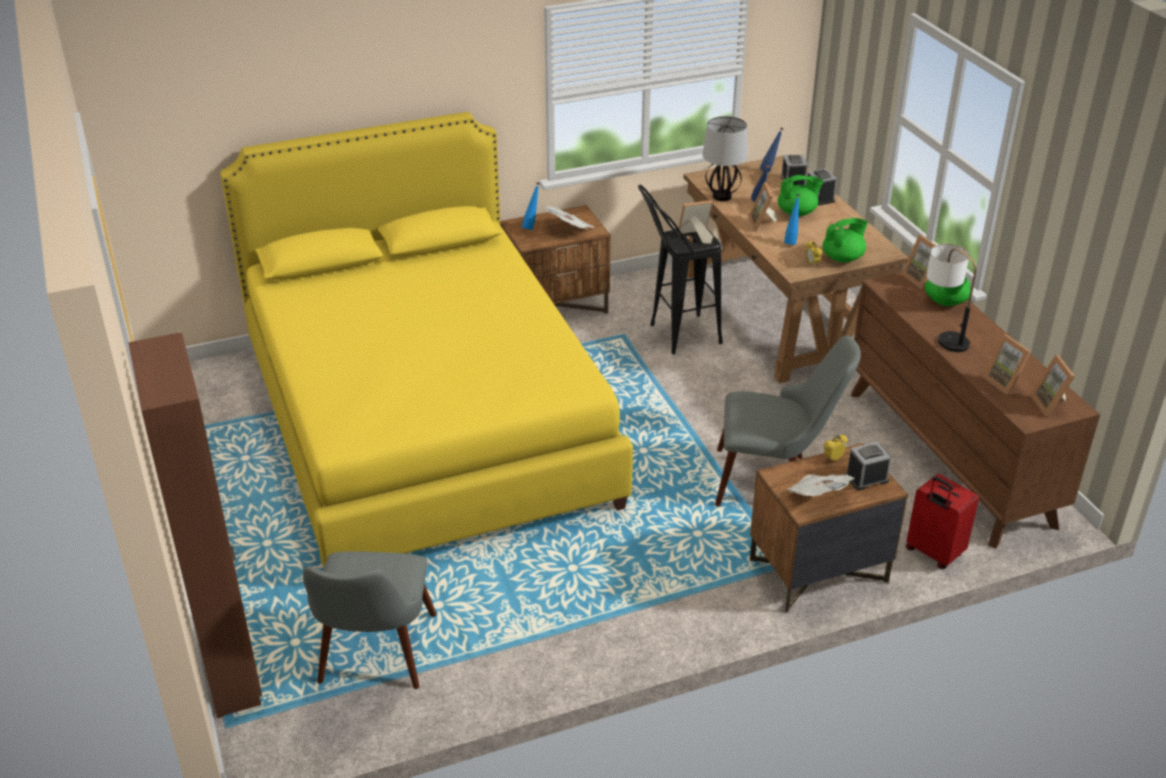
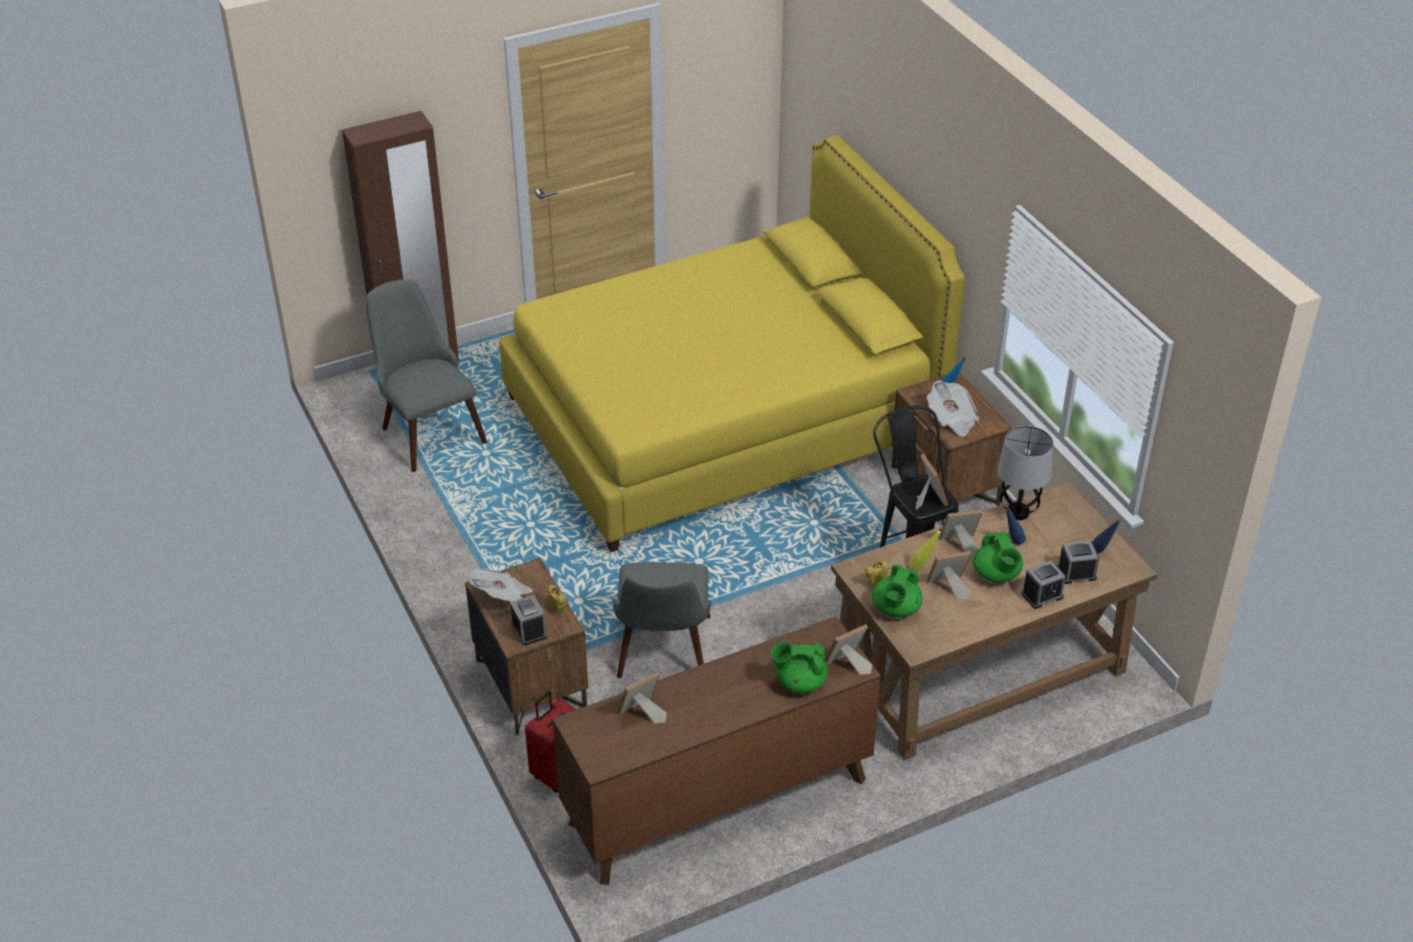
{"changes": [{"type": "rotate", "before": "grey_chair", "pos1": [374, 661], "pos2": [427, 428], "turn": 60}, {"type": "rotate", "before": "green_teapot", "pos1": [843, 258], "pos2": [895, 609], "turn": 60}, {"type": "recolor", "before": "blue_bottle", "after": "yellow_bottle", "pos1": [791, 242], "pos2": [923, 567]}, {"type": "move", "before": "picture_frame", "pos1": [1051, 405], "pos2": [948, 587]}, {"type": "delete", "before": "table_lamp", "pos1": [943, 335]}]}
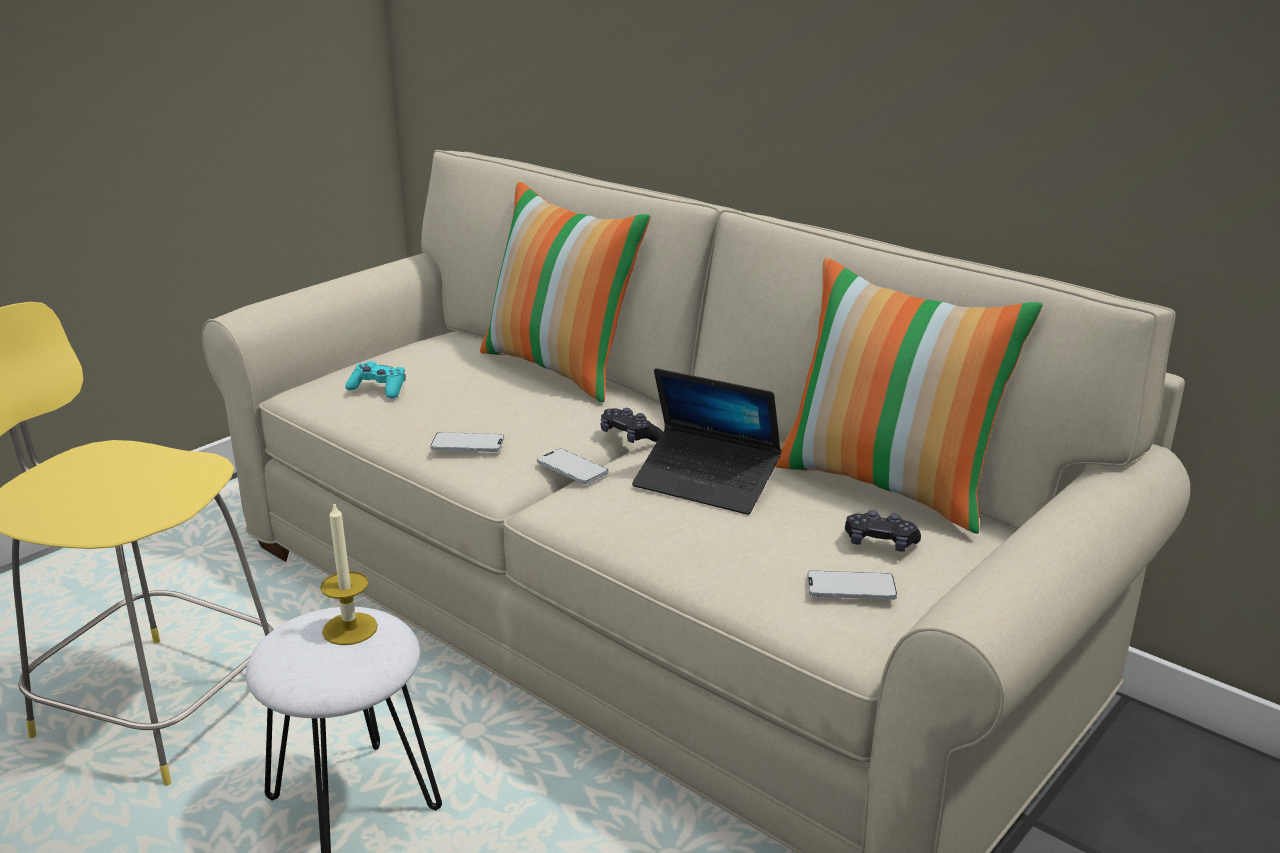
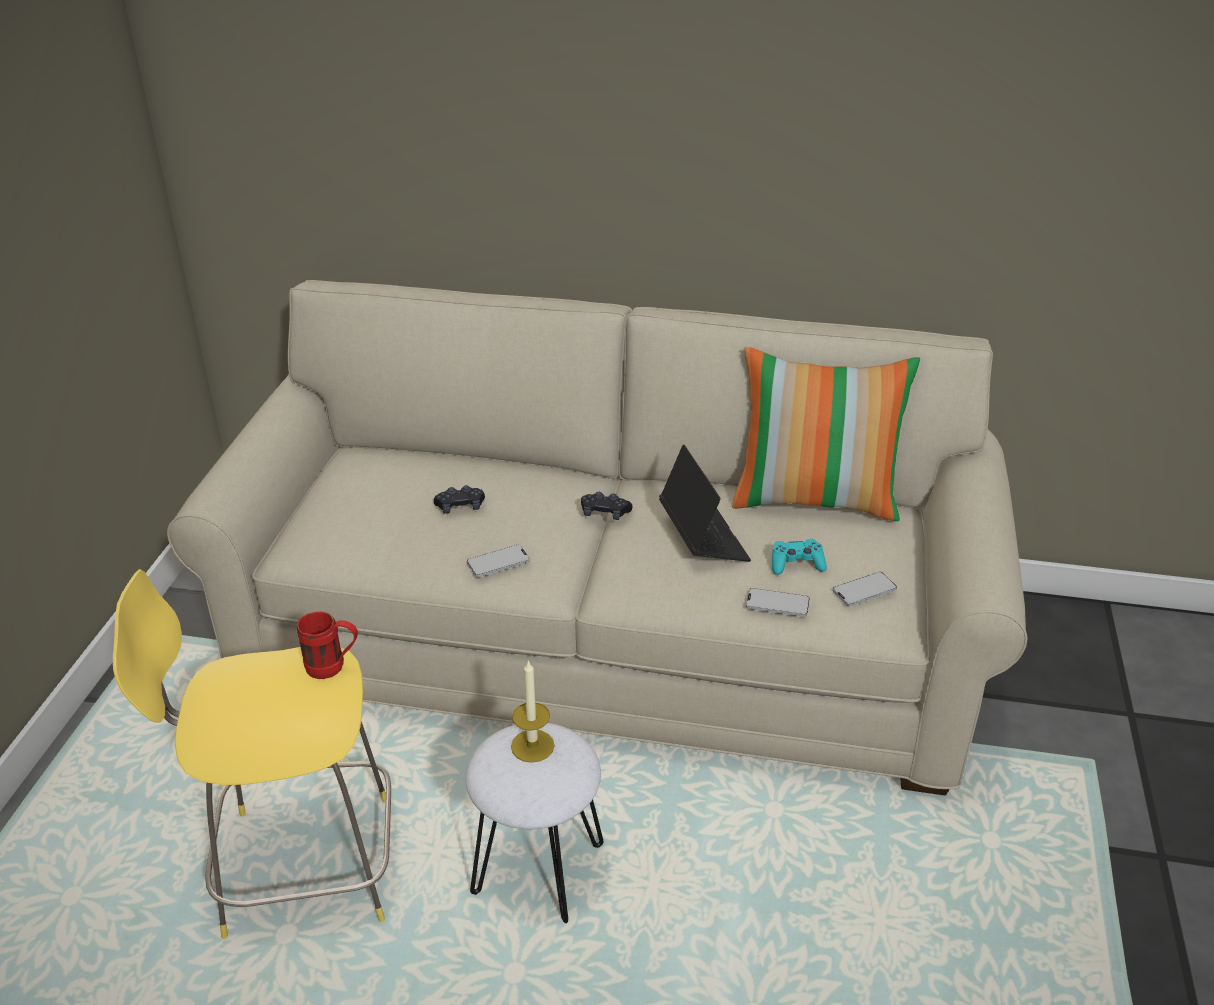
{"changes": [{"type": "insert", "after": "red_mug", "pos2": [333, 668]}, {"type": "move", "before": "black_game_controller", "pos1": [880, 543], "pos2": [460, 507]}, {"type": "rotate", "before": "laptop", "pos1": [706, 483], "pos2": [703, 538], "turn": -105}, {"type": "move", "before": "phone", "pos1": [572, 468], "pos2": [777, 603]}, {"type": "move", "before": "turquoise_game_controller", "pos1": [379, 389], "pos2": [796, 564]}, {"type": "delete", "before": "pillow", "pos1": [561, 368]}]}
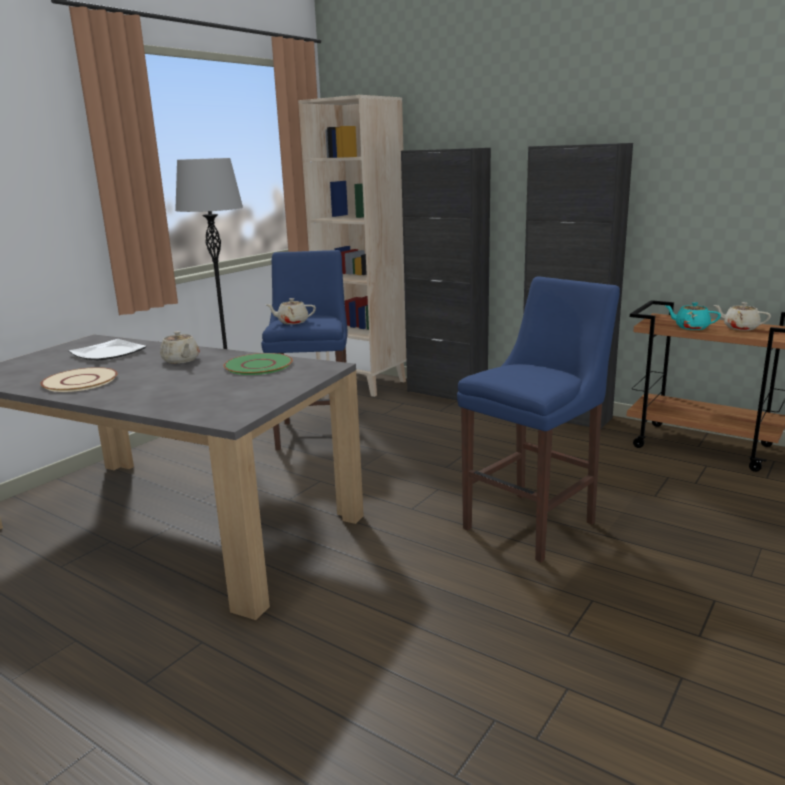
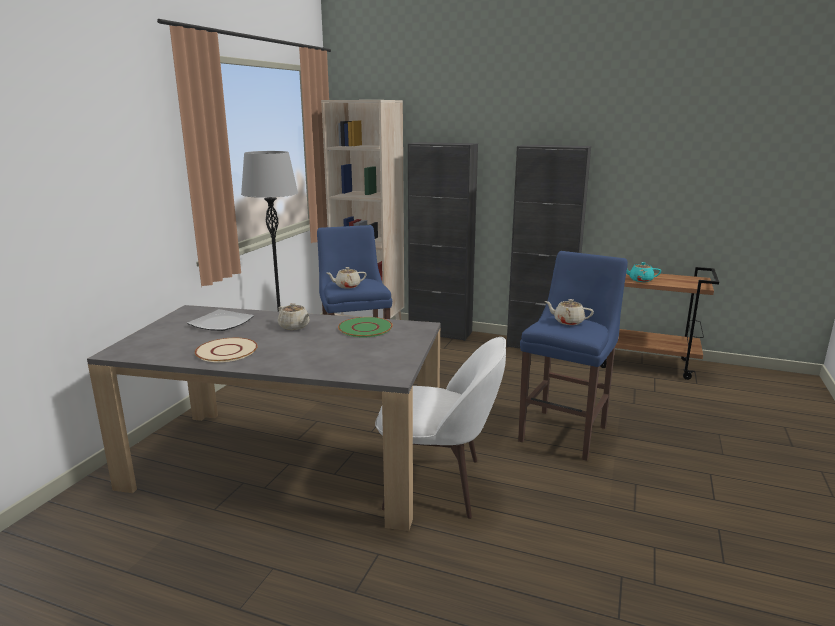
{"changes": [{"type": "insert", "after": "white_chair", "pos2": [438, 484]}, {"type": "move", "before": "beige_teapot", "pos1": [740, 328], "pos2": [568, 322]}]}
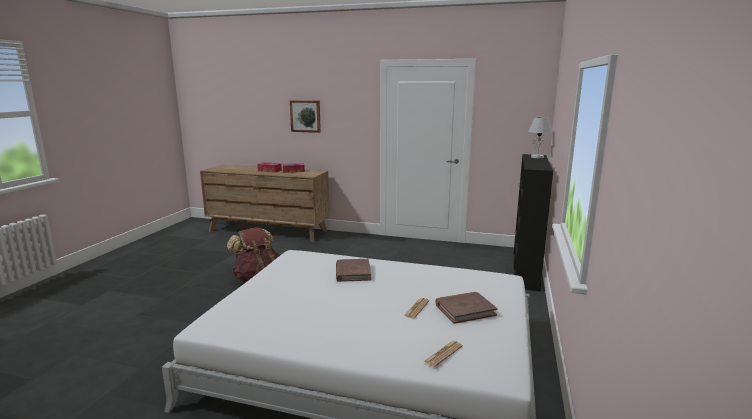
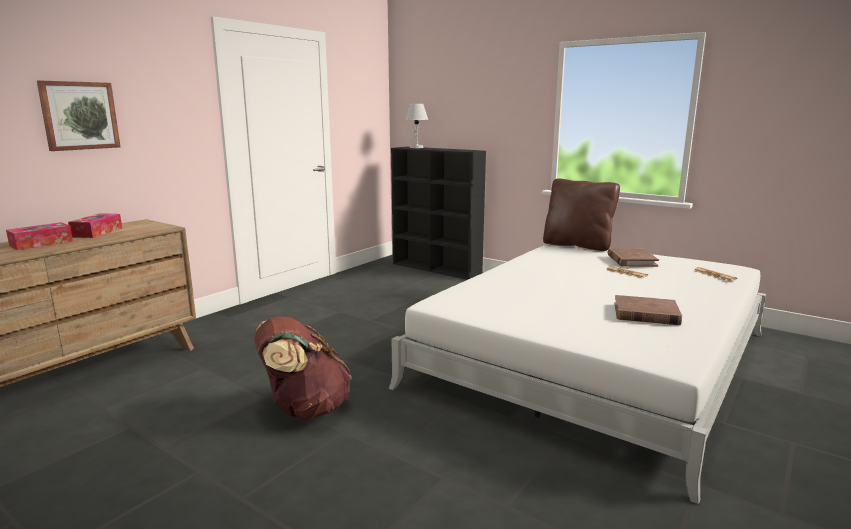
{"changes": [{"type": "insert", "after": "brown_pillow", "pos2": [577, 245]}, {"type": "move", "before": "brown_book", "pos1": [353, 272], "pos2": [646, 314]}]}
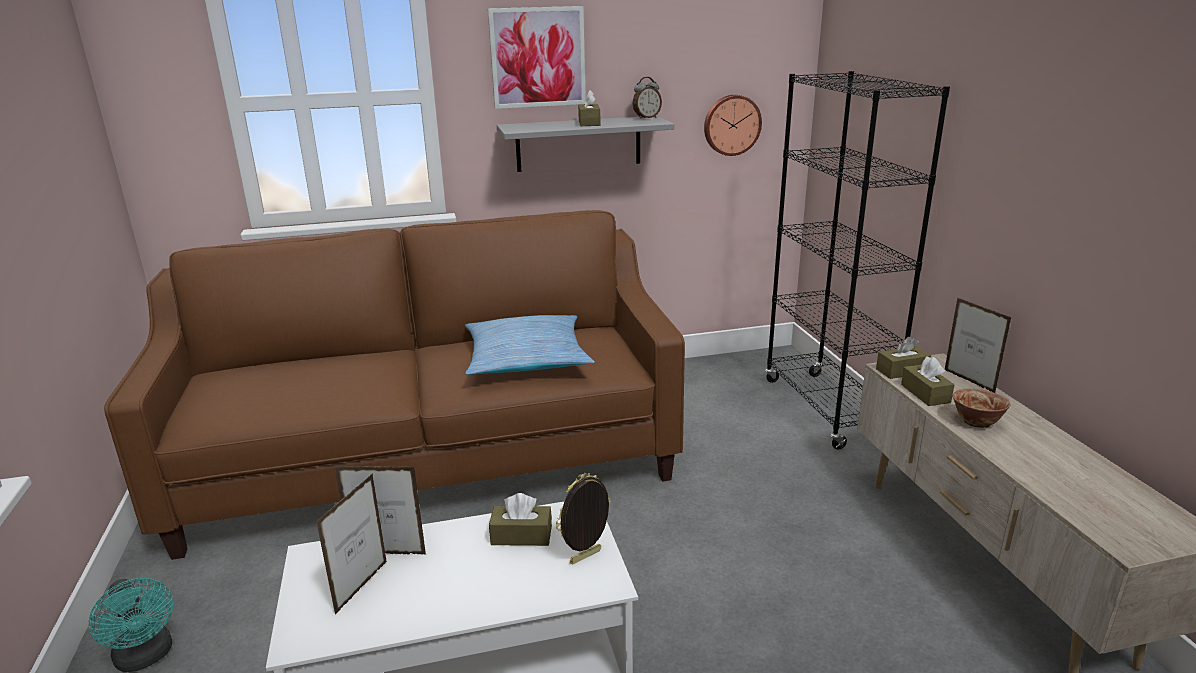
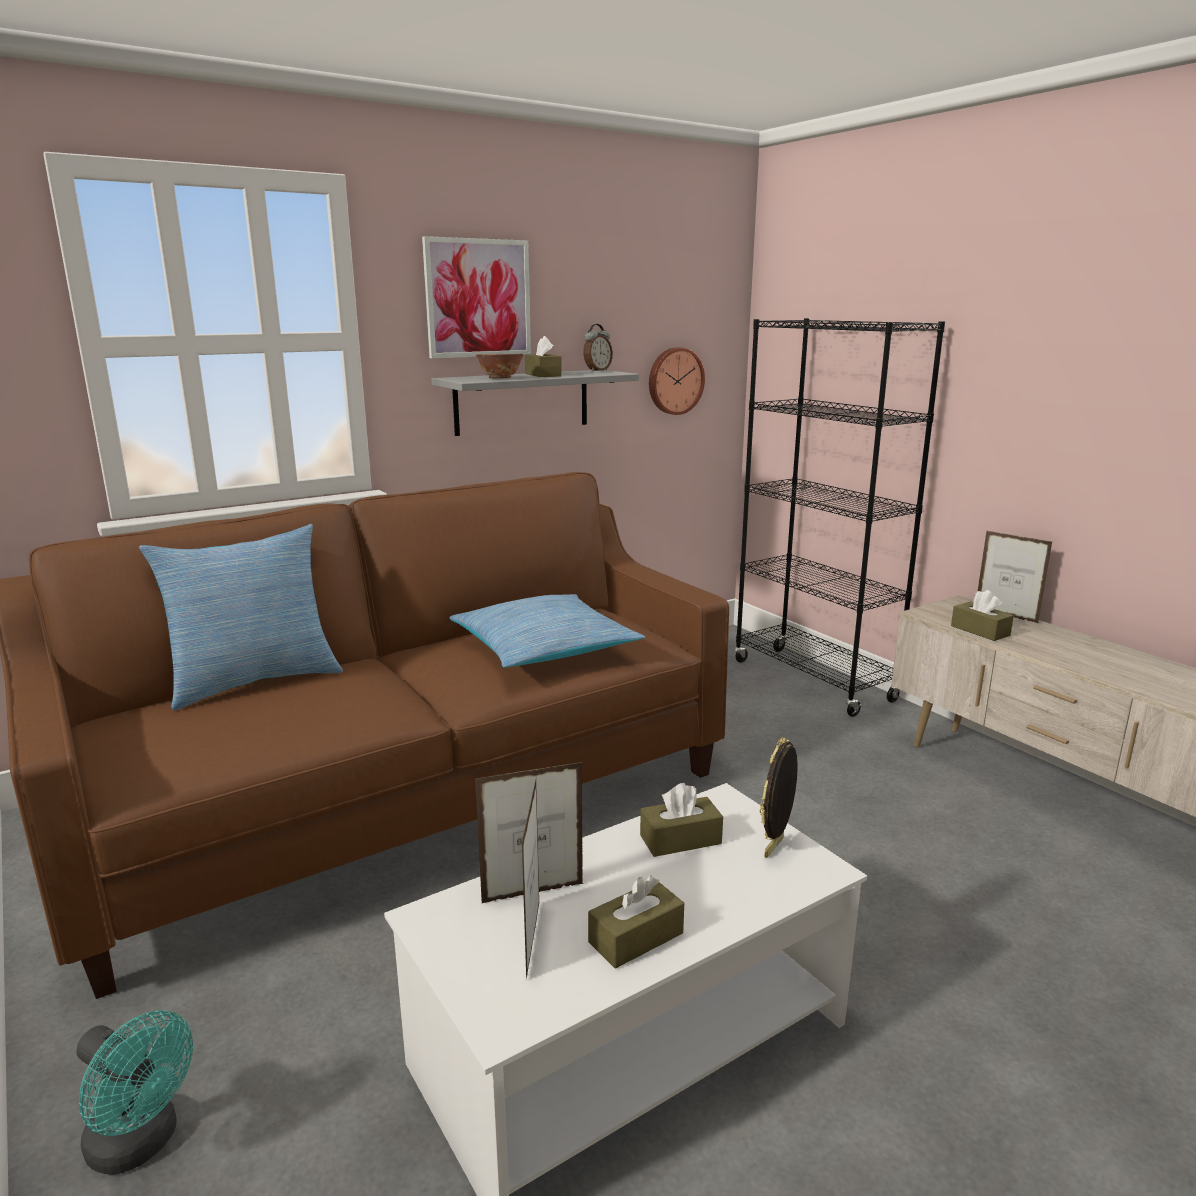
{"changes": [{"type": "insert", "after": "pillow", "pos2": [254, 681]}, {"type": "move", "before": "bowl", "pos1": [976, 422], "pos2": [500, 378]}, {"type": "move", "before": "brown_tissue_box", "pos1": [902, 371], "pos2": [636, 937]}]}
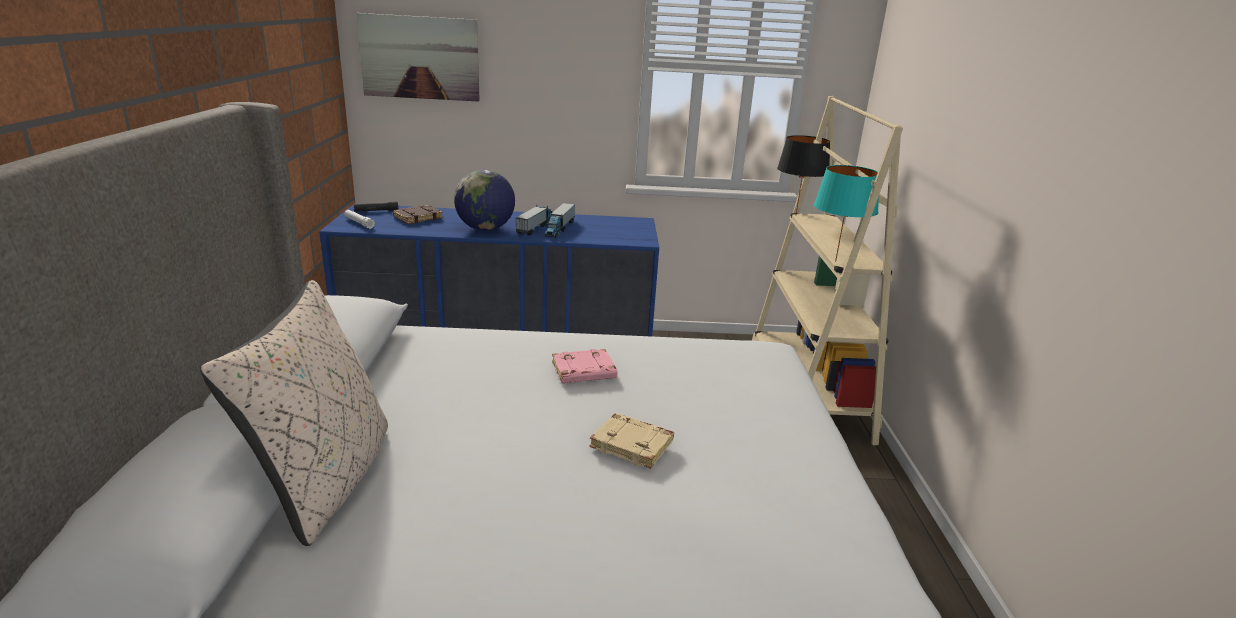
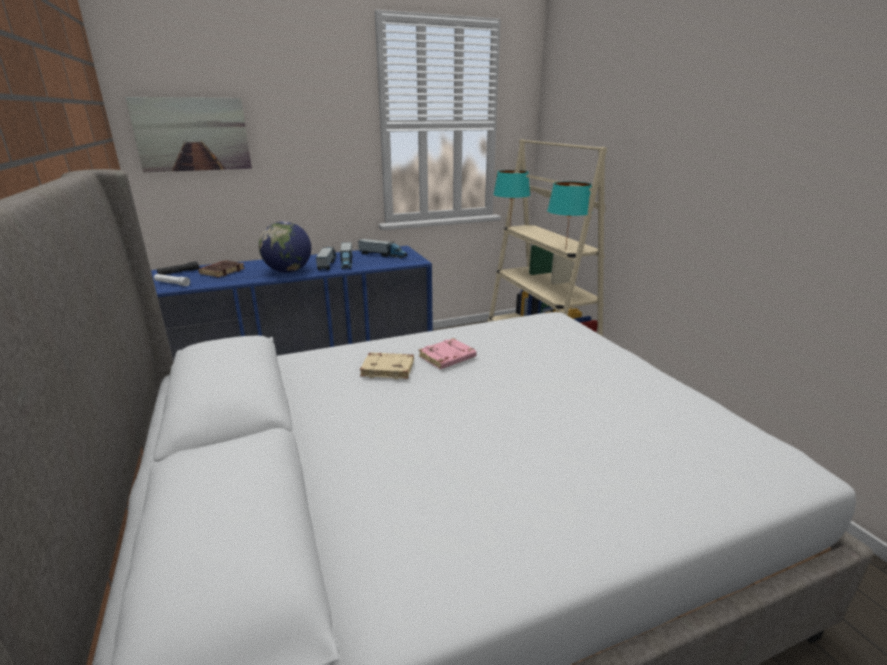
{"changes": [{"type": "insert", "after": "toy_truck", "pos2": [383, 255]}, {"type": "move", "before": "beige_book", "pos1": [633, 444], "pos2": [388, 369]}, {"type": "recolor", "before": "black_table_lamp", "after": "turquoise_table_lamp", "pos1": [796, 215], "pos2": [510, 228]}, {"type": "delete", "before": "beige_pillow", "pos1": [326, 480]}]}
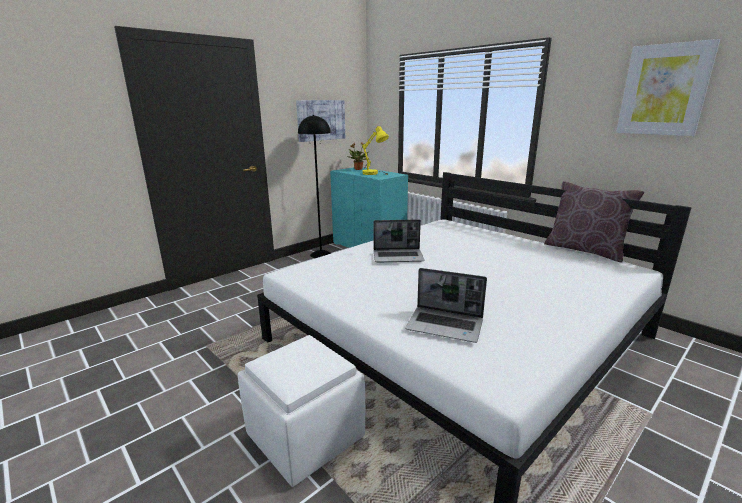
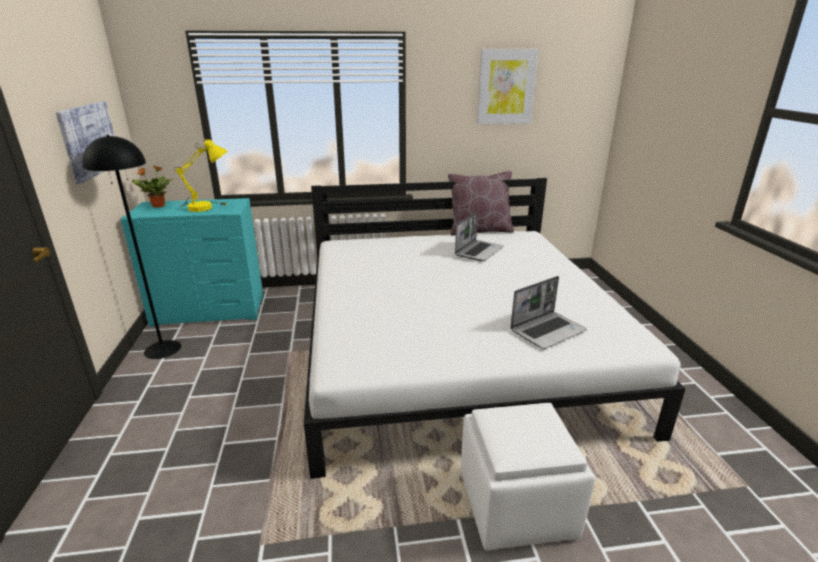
{"changes": [{"type": "move", "before": "laptop", "pos1": [398, 257], "pos2": [479, 251]}]}
